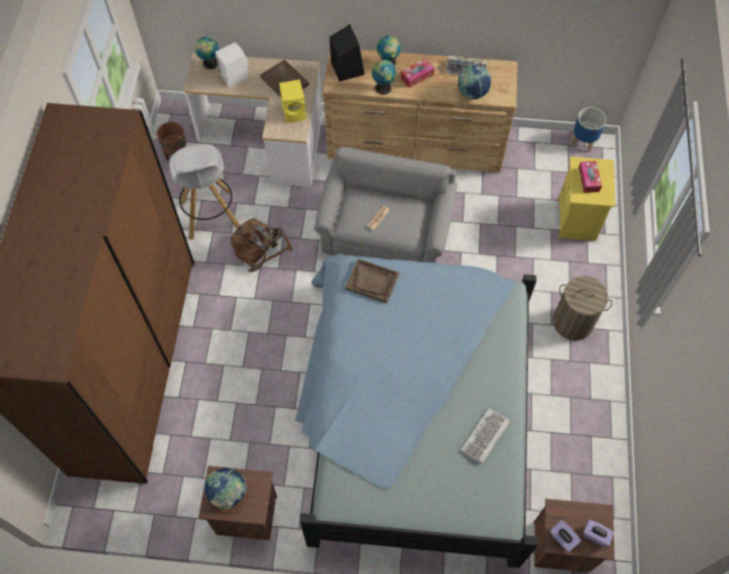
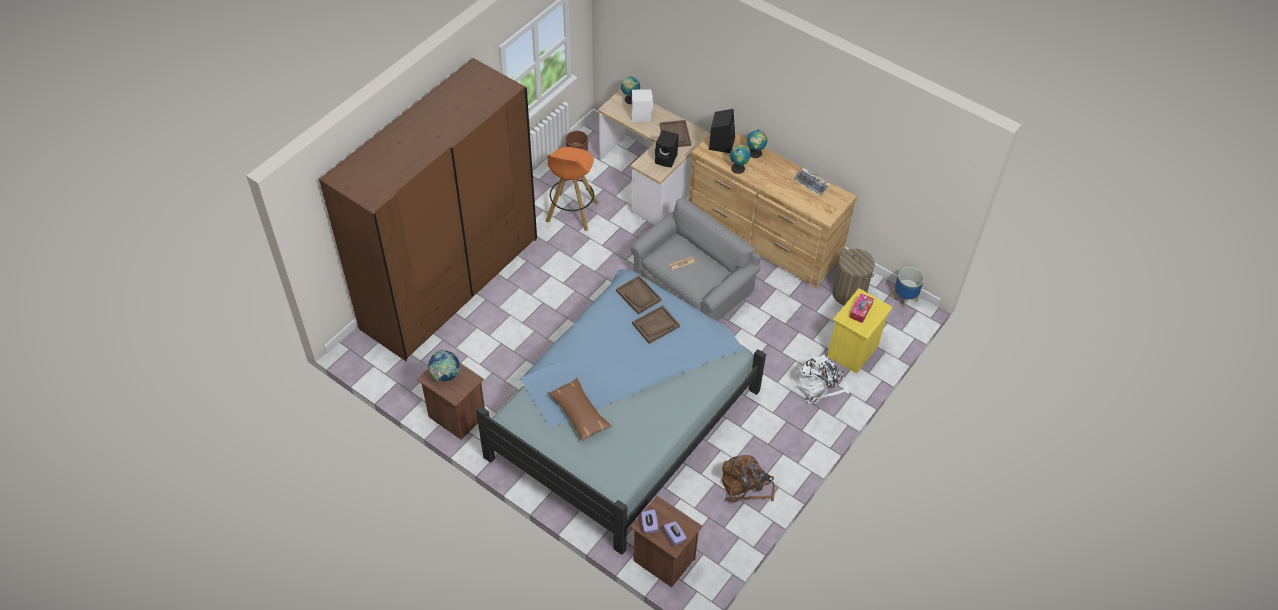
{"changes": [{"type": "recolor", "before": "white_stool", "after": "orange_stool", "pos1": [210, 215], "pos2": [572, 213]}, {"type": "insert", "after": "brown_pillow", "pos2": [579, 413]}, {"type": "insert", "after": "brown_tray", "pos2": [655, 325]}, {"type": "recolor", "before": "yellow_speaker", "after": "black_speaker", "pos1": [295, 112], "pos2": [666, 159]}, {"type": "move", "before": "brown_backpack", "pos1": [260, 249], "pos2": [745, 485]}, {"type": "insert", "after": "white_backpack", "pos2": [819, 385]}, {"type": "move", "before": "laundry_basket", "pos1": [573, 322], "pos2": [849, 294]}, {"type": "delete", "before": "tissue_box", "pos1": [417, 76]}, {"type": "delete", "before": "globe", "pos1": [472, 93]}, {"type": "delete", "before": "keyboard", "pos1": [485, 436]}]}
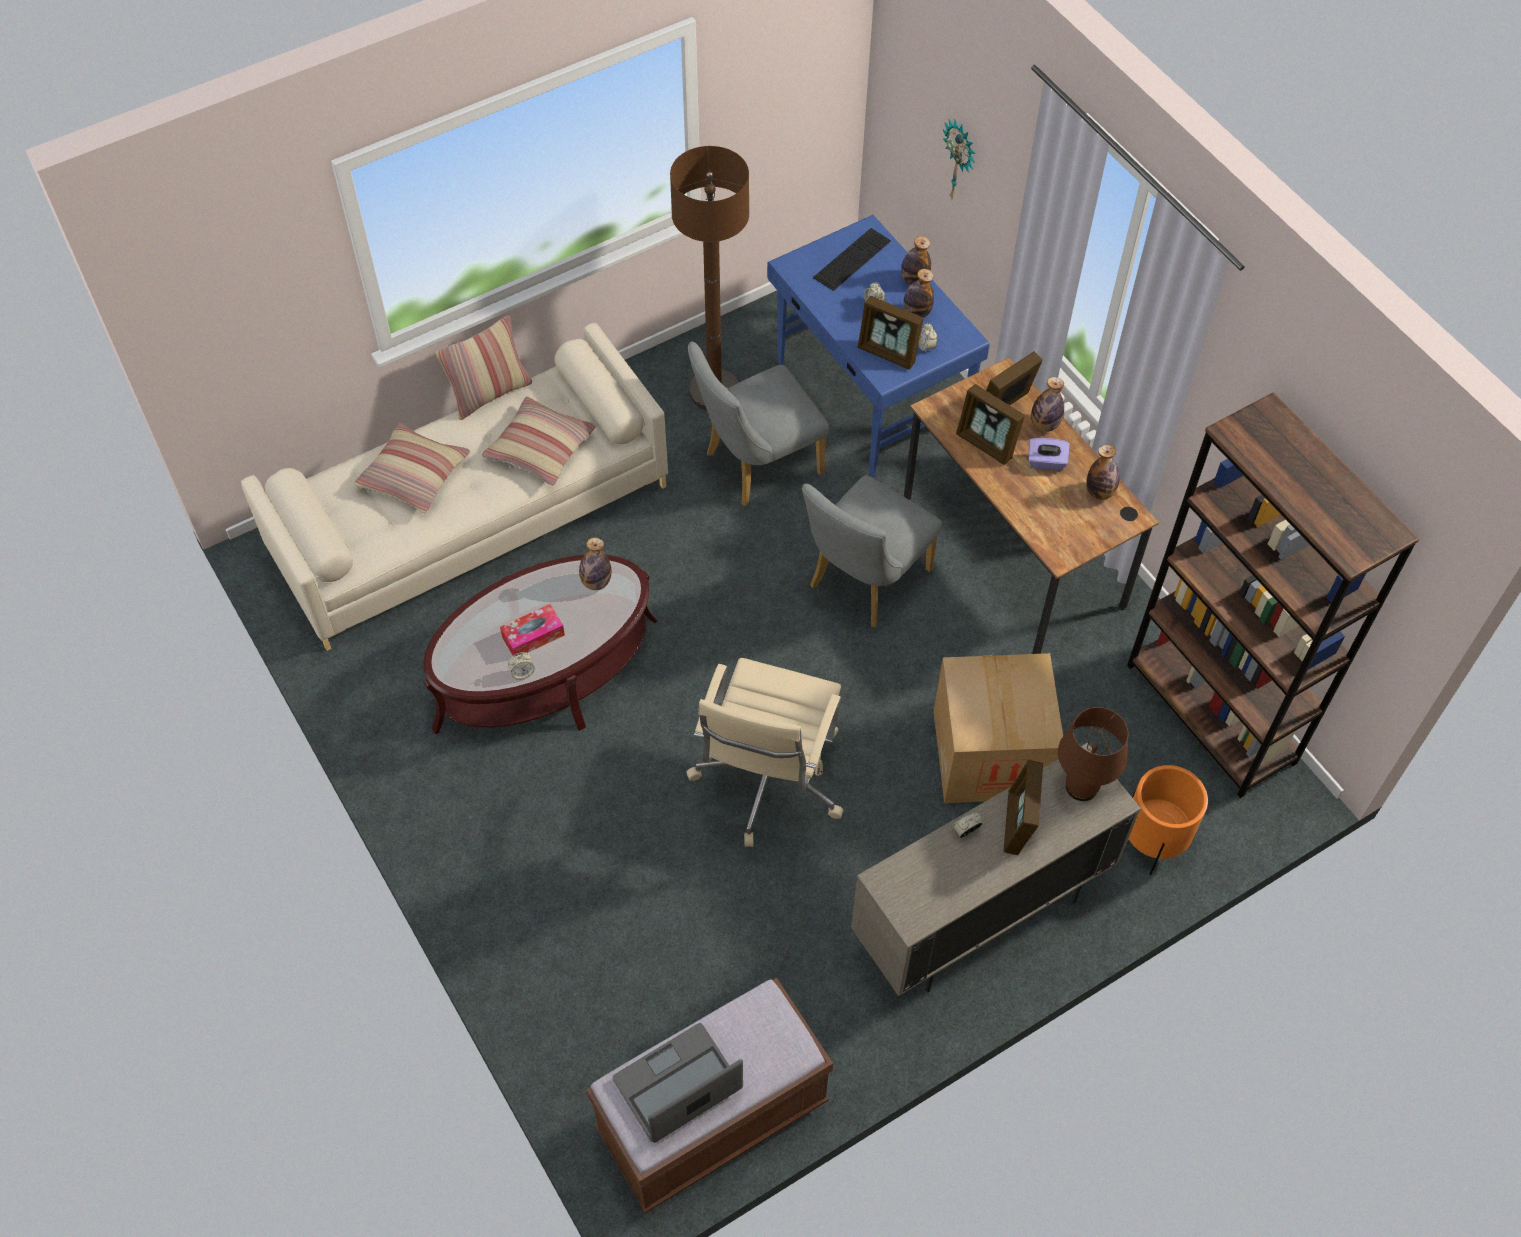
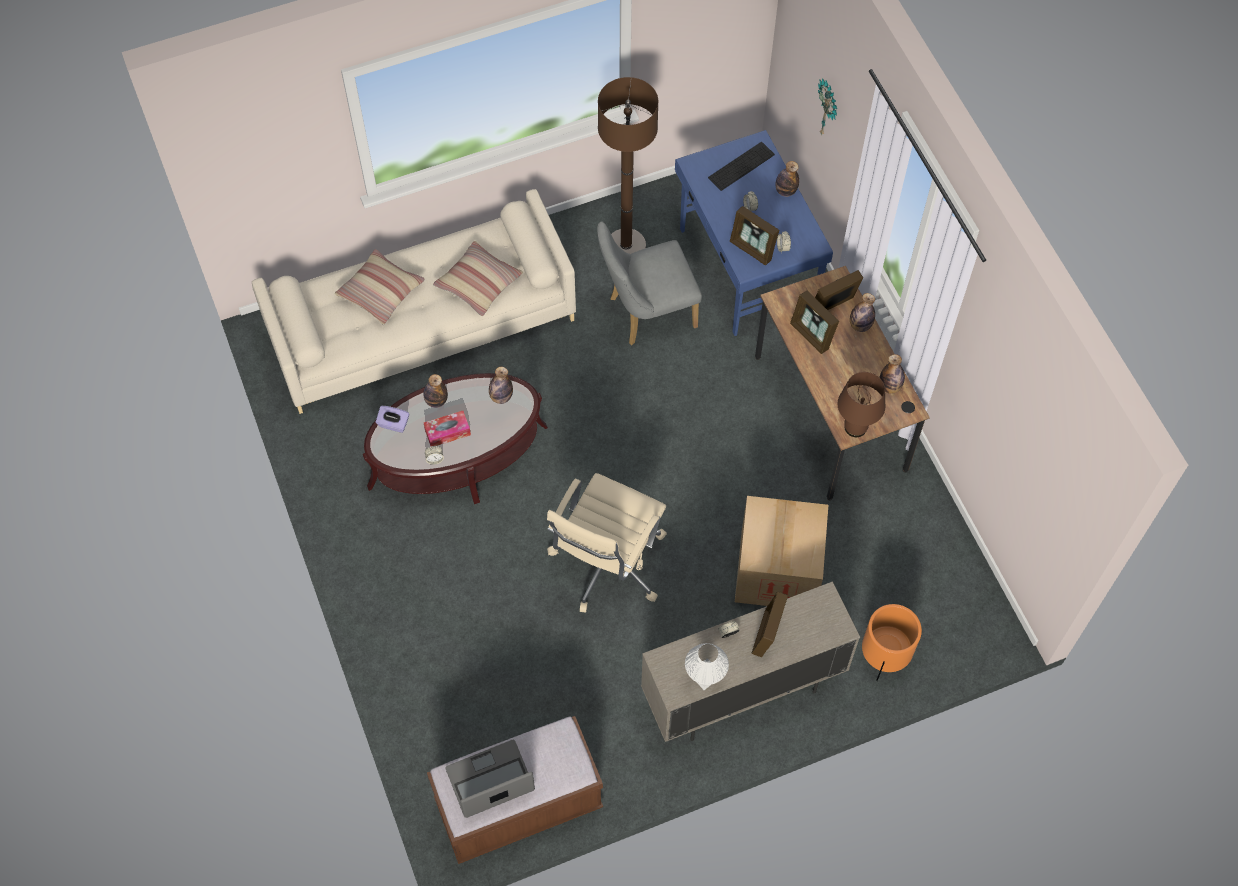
{"changes": [{"type": "move", "before": "purple_tissue_box", "pos1": [1046, 462], "pos2": [393, 424]}, {"type": "move", "before": "bottle", "pos1": [916, 313], "pos2": [436, 401]}, {"type": "insert", "after": "white_table_lamp", "pos2": [704, 678]}, {"type": "move", "before": "brown_table_lamp", "pos1": [1082, 787], "pos2": [855, 428]}, {"type": "delete", "before": "pillow", "pos1": [489, 393]}, {"type": "delete", "before": "grey_chair", "pos1": [863, 583]}, {"type": "delete", "before": "brown_bookcase", "pos1": [1211, 714]}]}
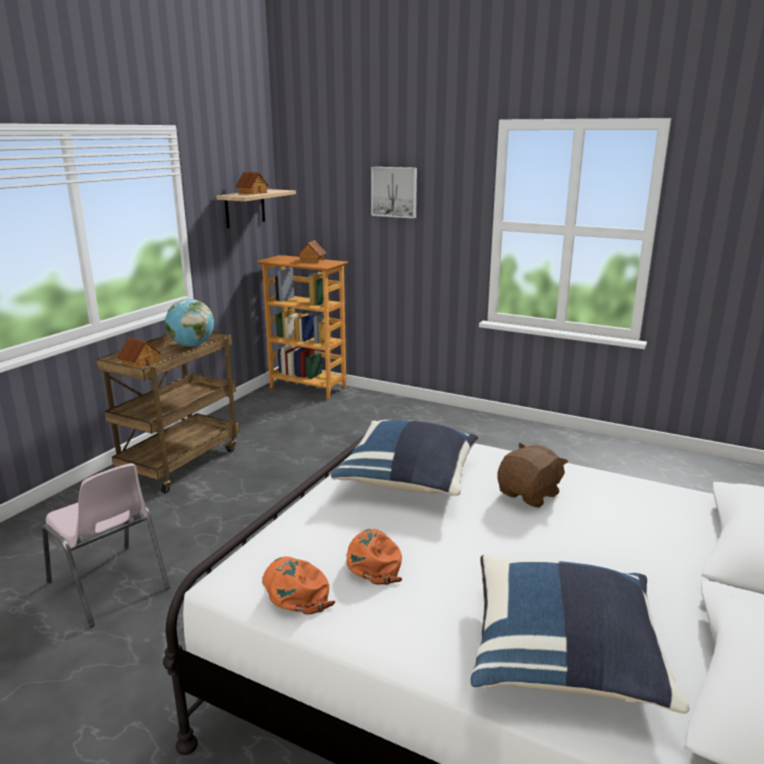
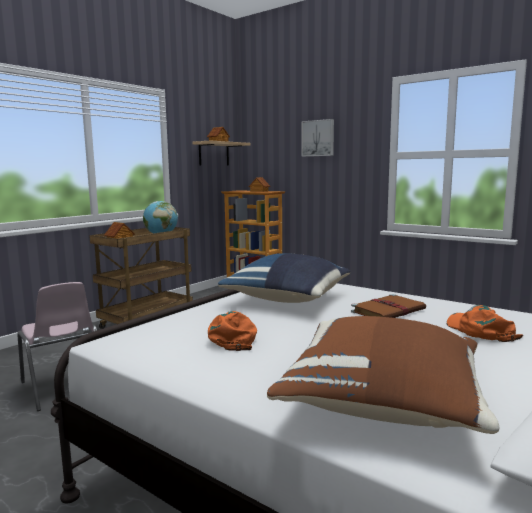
{"changes": [{"type": "recolor", "before": "blue_pillow", "after": "brown_pillow", "pos1": [565, 657], "pos2": [384, 404]}, {"type": "replace", "before": "brown_plush_toy", "after": "brown_book", "pos1": [529, 494], "pos2": [389, 310]}, {"type": "move", "before": "orange_cap", "pos1": [295, 589], "pos2": [480, 330]}]}
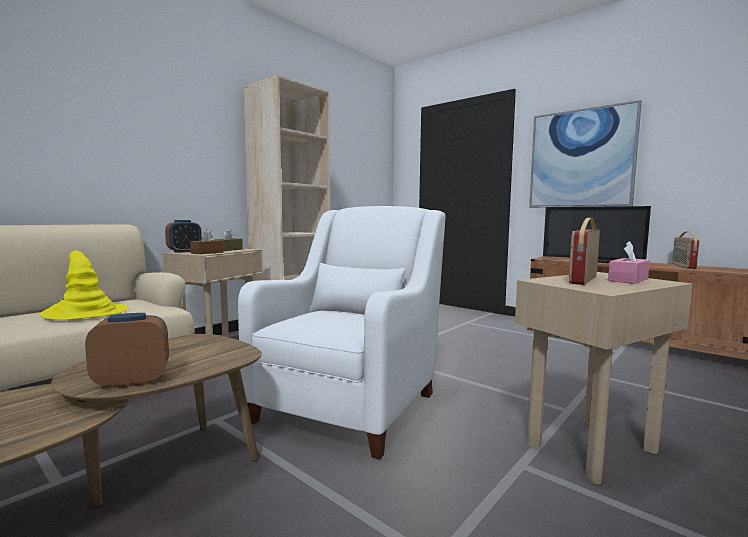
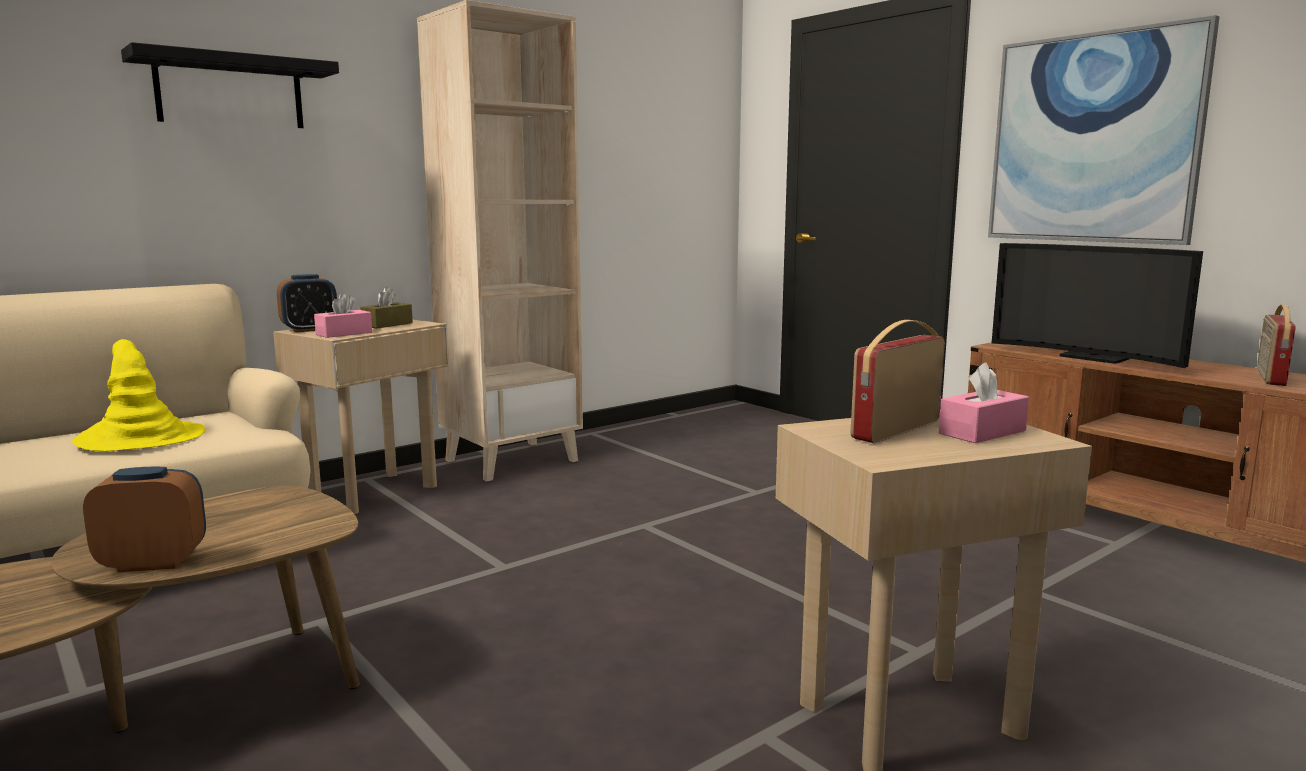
{"changes": [{"type": "insert", "after": "black_shelf", "pos2": [230, 92]}, {"type": "recolor", "before": "brown_tissue_box", "after": "pink_tissue_box", "pos1": [207, 253], "pos2": [344, 333]}, {"type": "delete", "before": "white_armchair", "pos1": [352, 402]}]}
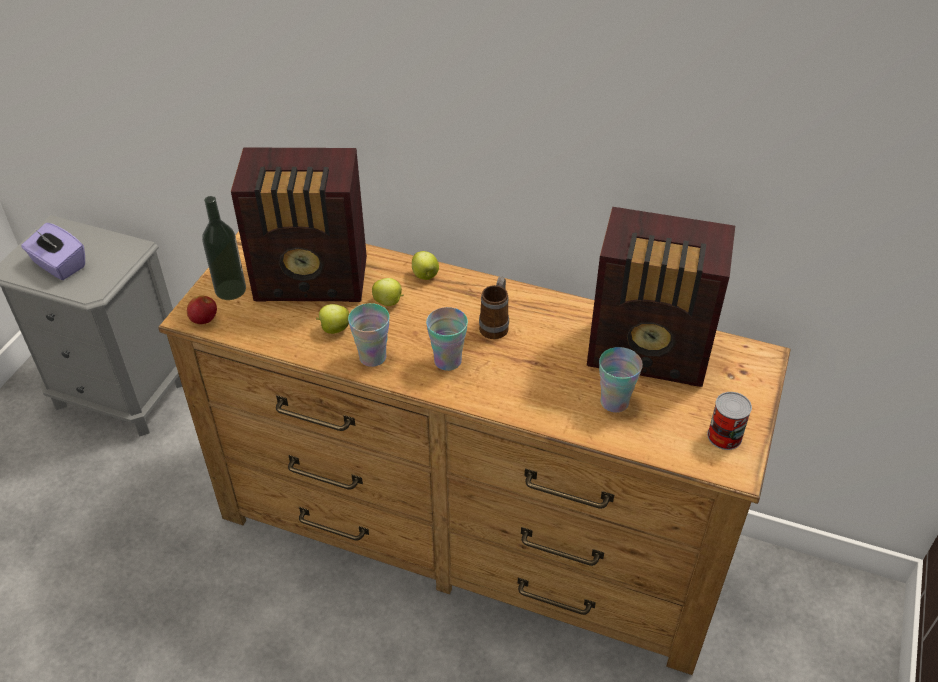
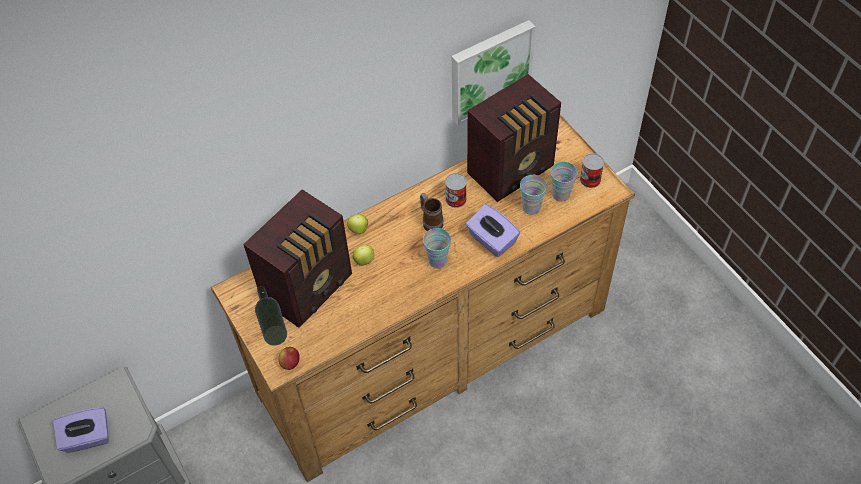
{"changes": [{"type": "insert", "after": "can", "pos2": [455, 199]}, {"type": "insert", "after": "picture", "pos2": [489, 70]}, {"type": "insert", "after": "purple_tissue_box", "pos2": [491, 240]}, {"type": "move", "before": "cup", "pos1": [372, 357], "pos2": [561, 194]}, {"type": "delete", "before": "apple", "pos1": [334, 329]}]}
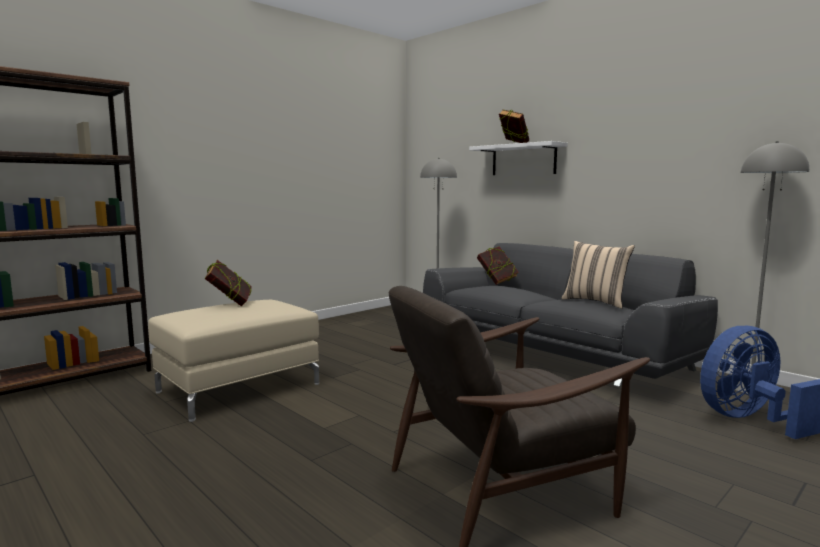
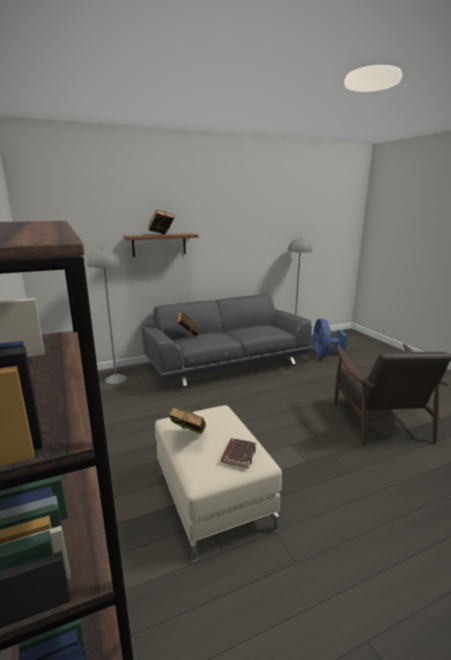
{"changes": [{"type": "recolor", "before": "white_shelf", "after": "brown_shelf", "pos1": [523, 160], "pos2": [159, 244]}, {"type": "insert", "after": "brown_book", "pos2": [238, 455]}, {"type": "delete", "before": "beige_pillow", "pos1": [595, 302]}]}
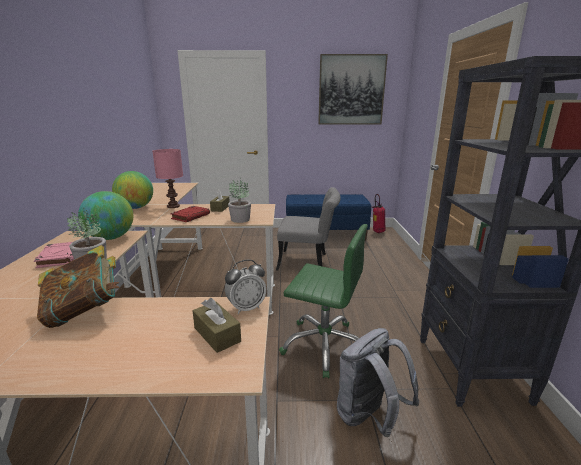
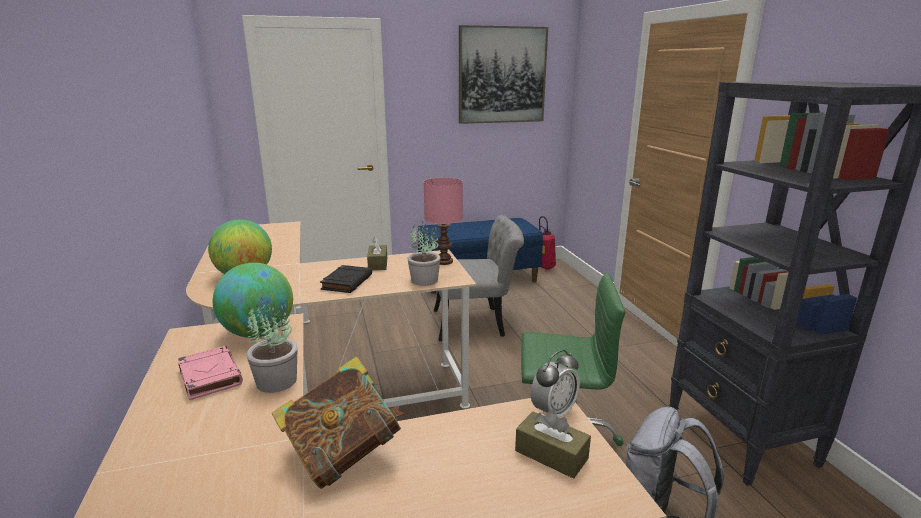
{"changes": [{"type": "recolor", "before": "red_book", "after": "black_book", "pos1": [191, 216], "pos2": [347, 282]}, {"type": "move", "before": "pink_table_lamp", "pos1": [173, 206], "pos2": [444, 262]}]}
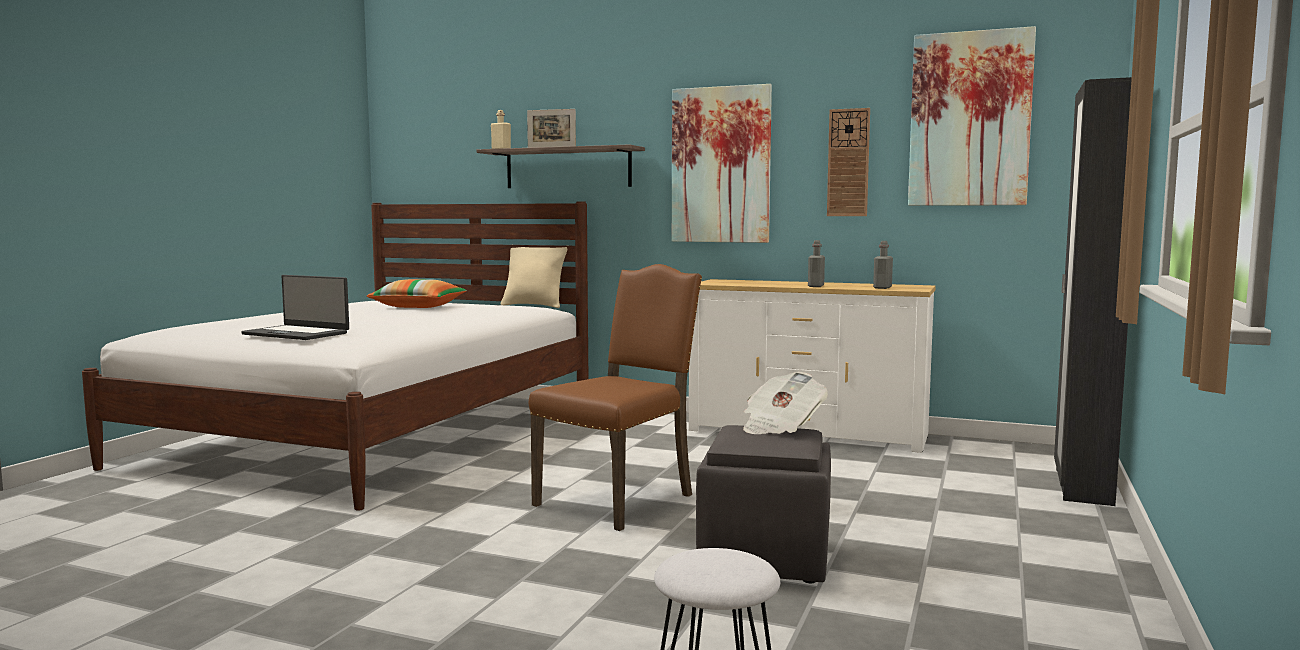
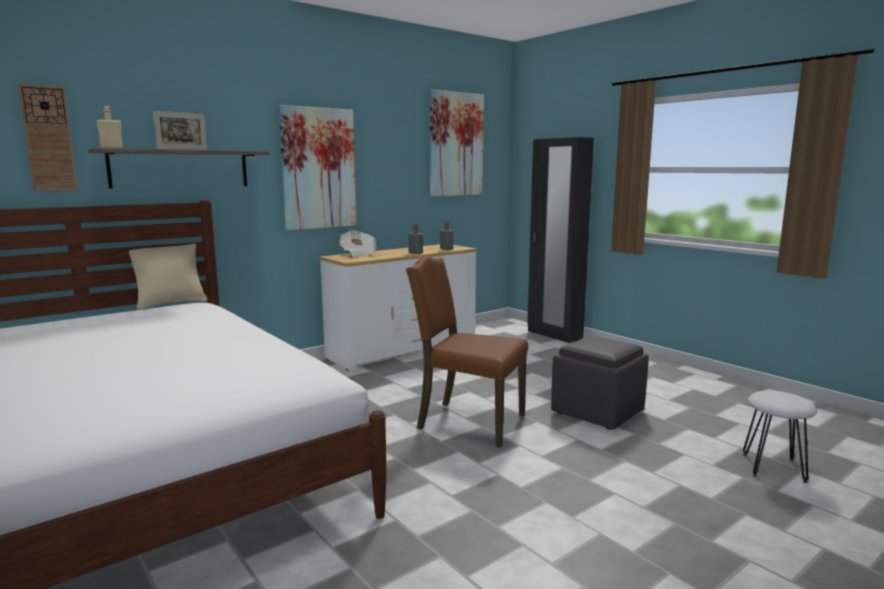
{"changes": [{"type": "move", "before": "wall_clock", "pos1": [848, 163], "pos2": [48, 138]}, {"type": "move", "before": "newspaper", "pos1": [780, 427], "pos2": [358, 254]}, {"type": "rotate", "before": "brown_chair", "pos1": [619, 500], "pos2": [468, 422], "turn": -45}, {"type": "delete", "before": "laptop", "pos1": [297, 333]}, {"type": "delete", "before": "pillow", "pos1": [418, 307]}]}
